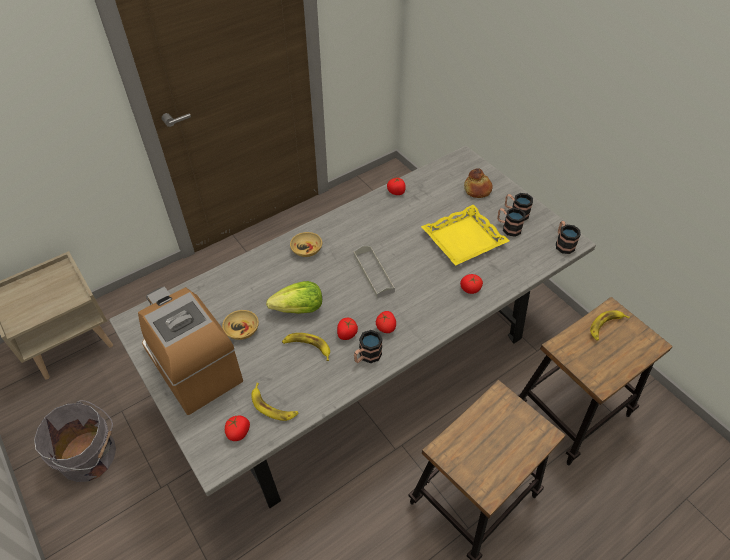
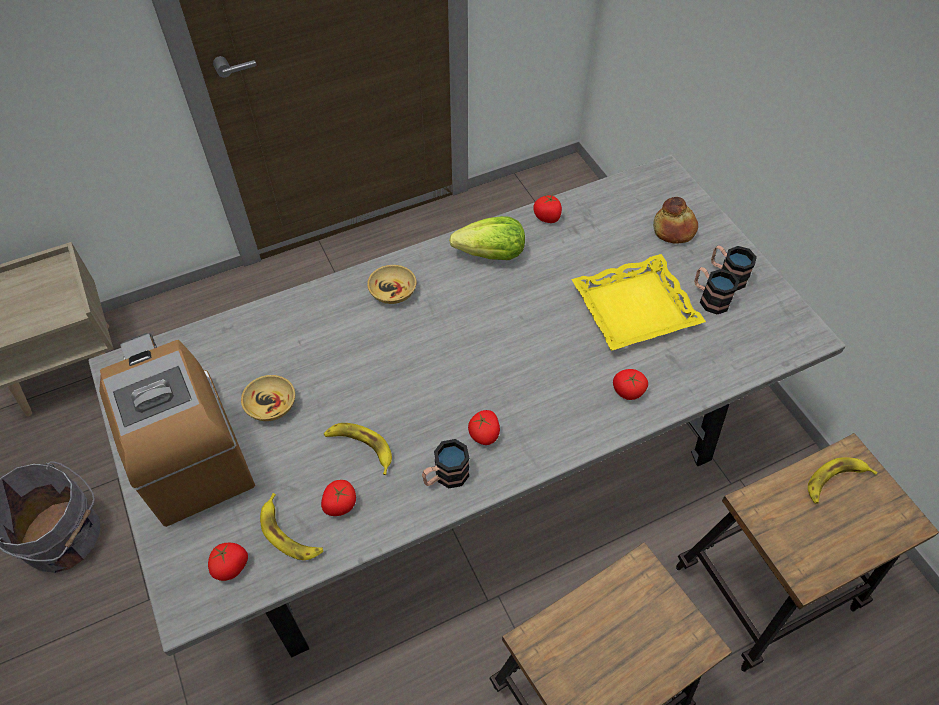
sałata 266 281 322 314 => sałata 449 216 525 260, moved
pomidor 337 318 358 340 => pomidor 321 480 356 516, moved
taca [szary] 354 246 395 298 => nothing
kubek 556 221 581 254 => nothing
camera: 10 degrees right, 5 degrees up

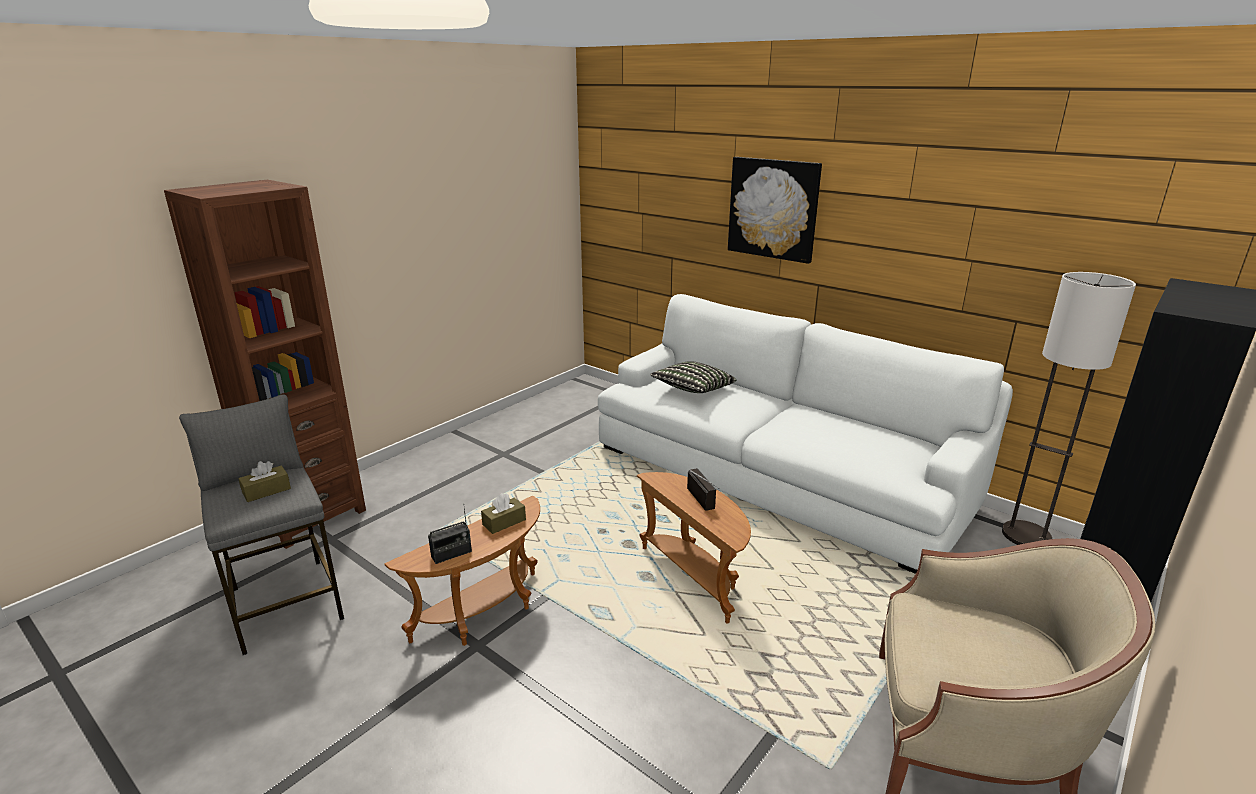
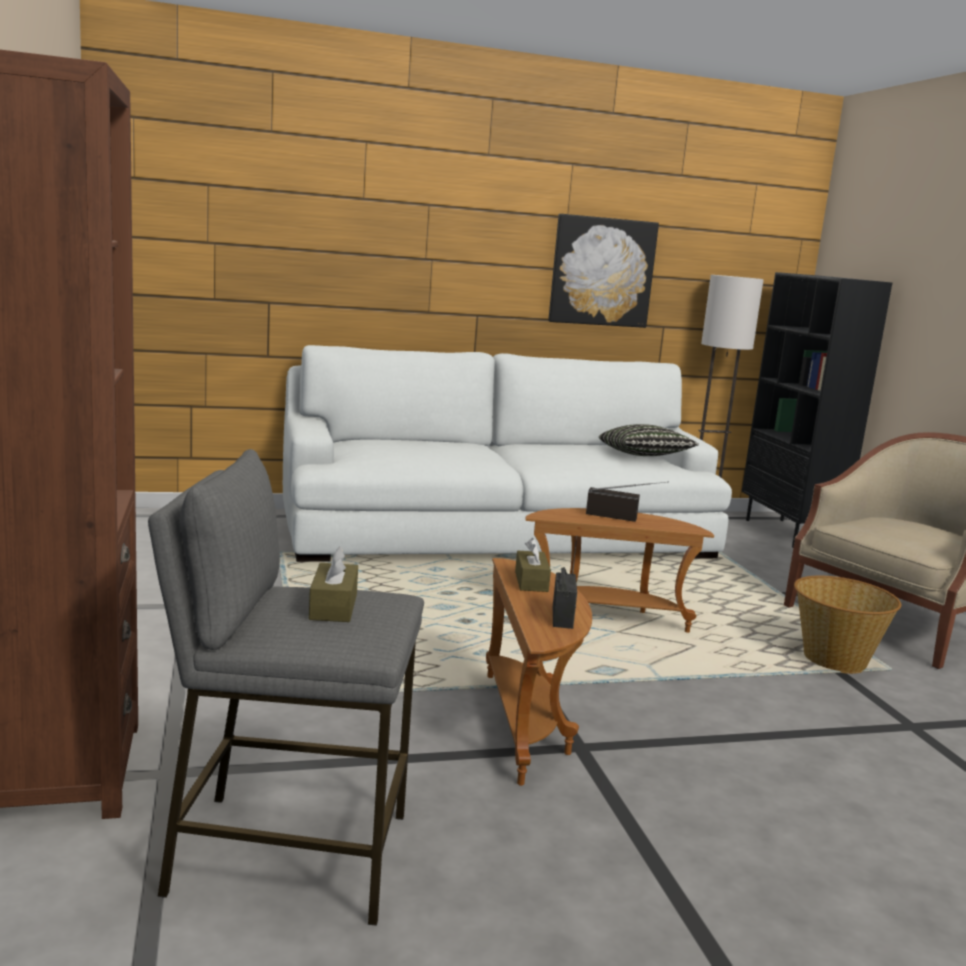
poduszka 650 361 737 393 => poduszka 599 424 699 456, moved
obraz 728 157 822 264 => obraz 548 214 659 328, moved
nothing => koszyk 794 575 901 674
camera: 55 degrees left, 10 degrees down

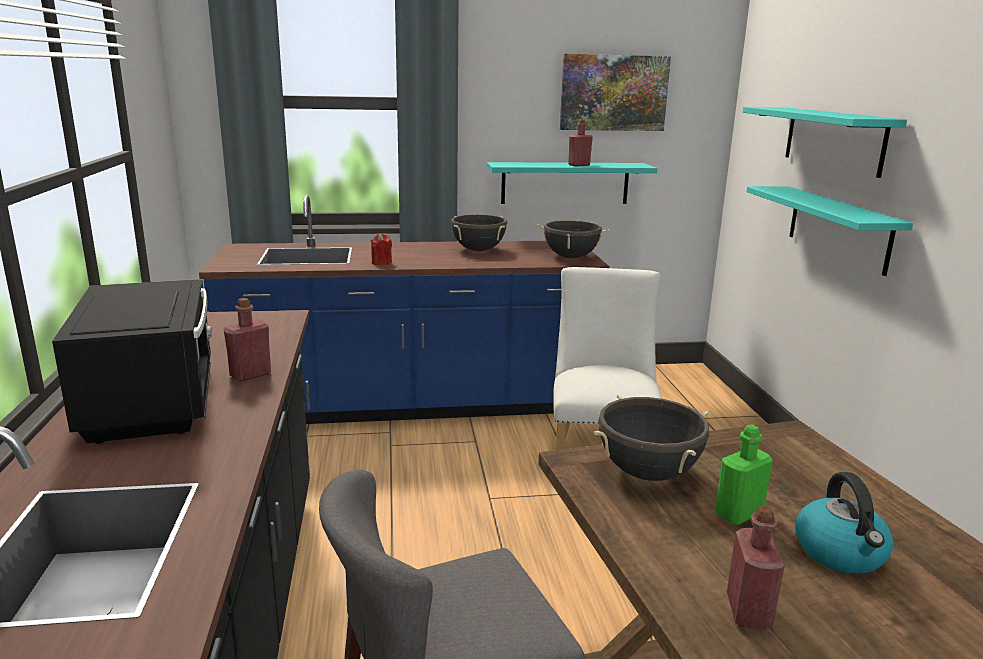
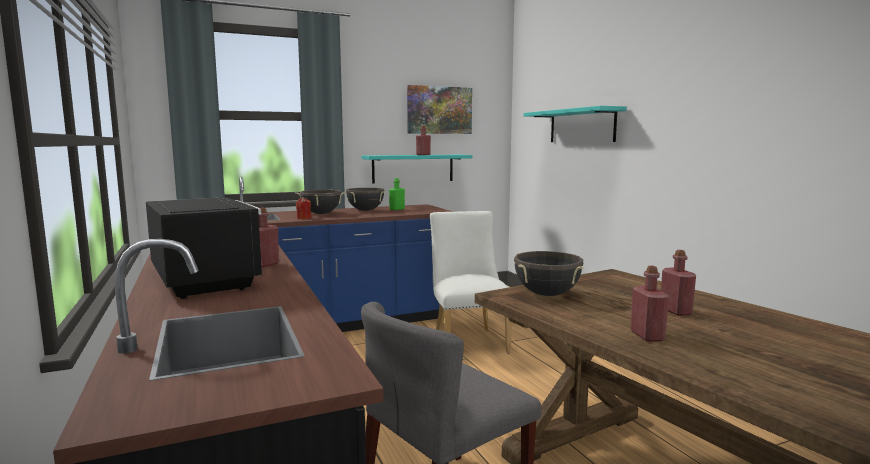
garnek [czarny] 537 220 609 258 => garnek [czarny] 295 190 346 214, moved
butelka [zielony] 715 425 773 525 => butelka [zielony] 389 178 405 210, moved
półka [turkusowy] 747 186 913 276 => nothing
czajnik 796 472 894 574 => butelka [czerwony] 661 250 696 316
camera: 15 degrees left, 10 degrees down

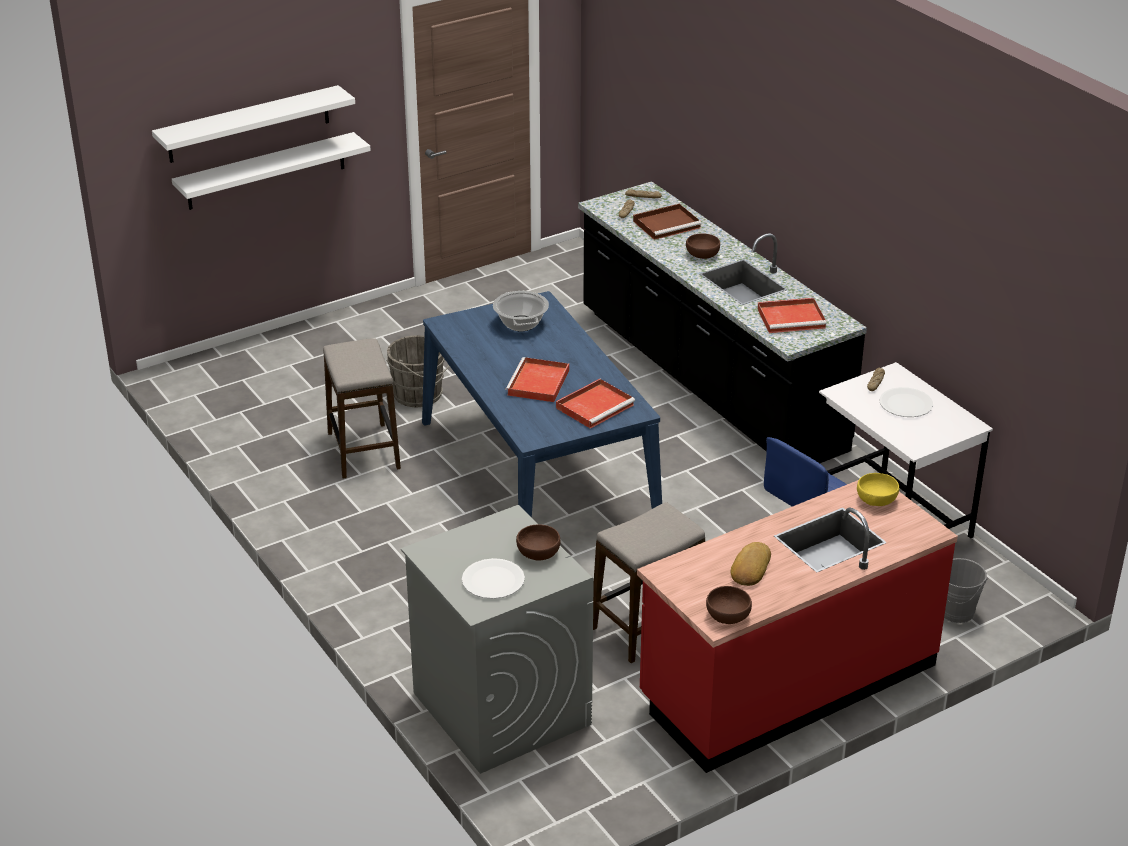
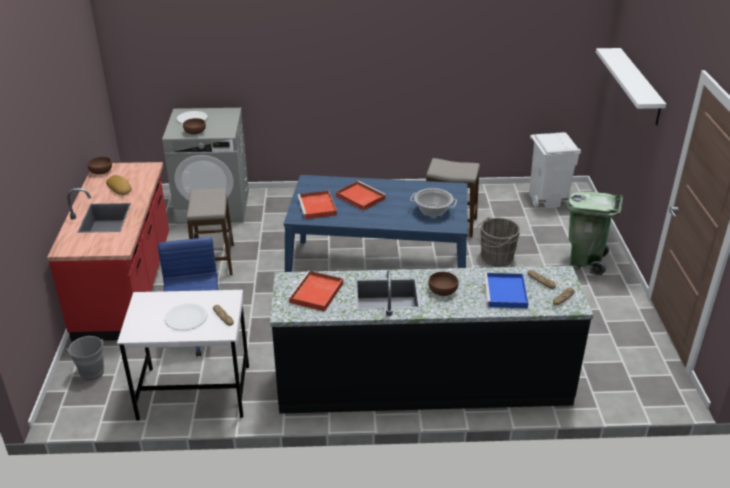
półka [biały] 172 132 371 210 => nothing
taca [brązowy] 633 204 701 240 => taca [niebieski] 484 273 529 308
miska [żółty] 857 473 899 506 => nothing
nothing => kosz na śmieci [biały] 529 132 581 208
nothing => kosz na śmieci [zielony] 567 192 623 276
camera: 120 degrees right, 0 degrees up

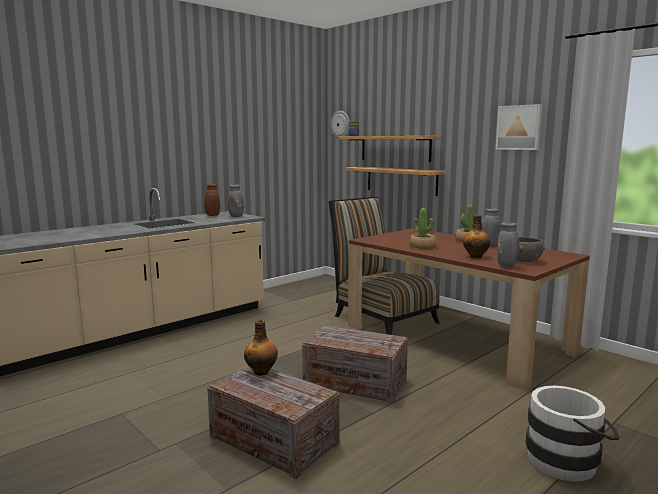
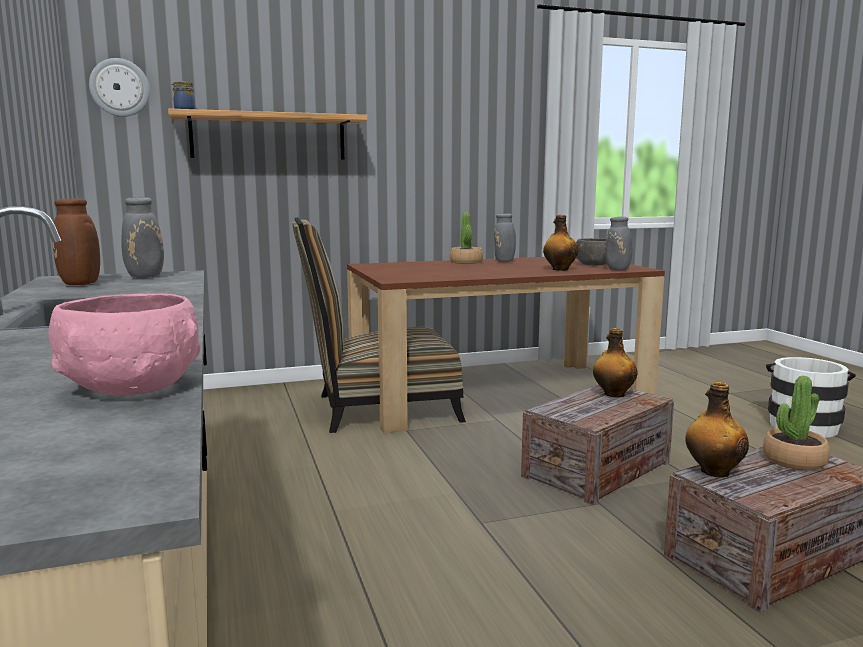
półka 345 167 447 196 => nothing
roślina doniczkowa 410 208 436 249 => roślina doniczkowa 763 376 830 470, moved
obraz 496 104 542 150 => nothing
nothing => miska [różowy] 48 293 200 395
nothing => butelka 593 328 637 398
camera: 65 degrees left, 0 degrees up

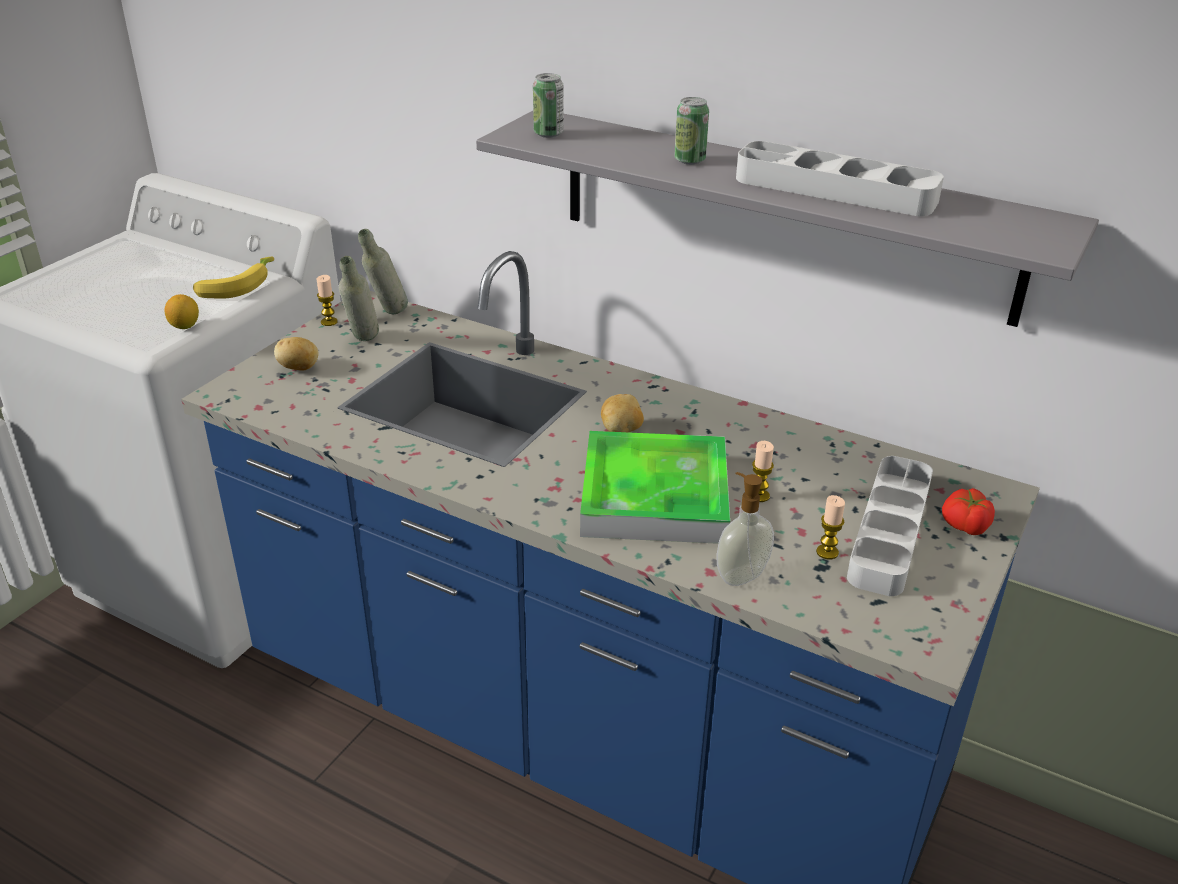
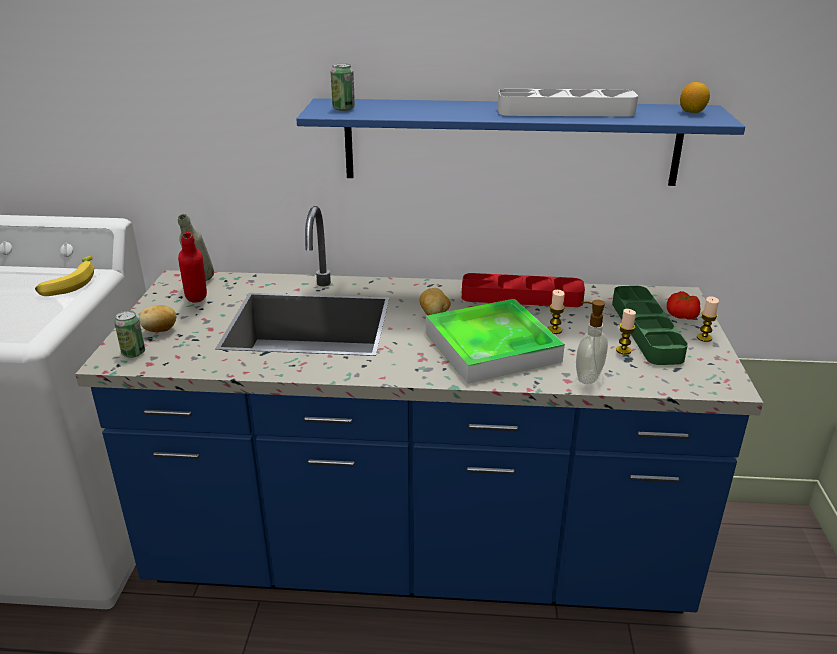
cytryna 165 294 199 329 => cytryna 680 82 710 113, moved
świeca 317 275 338 326 => świeca 697 296 719 342, moved
butelka [szary] 339 256 379 341 => butelka [czerwony] 178 232 207 303
półka [szary] 476 111 1099 327 => półka [niebieski] 296 98 745 186
puszka 674 97 709 165 => puszka 114 311 145 358, moved
taca [szary] 847 456 933 596 => taca [zielony] 612 286 688 365
nothing => taca [czerwony] 462 273 585 307
camera: 25 degrees left, 5 degrees down

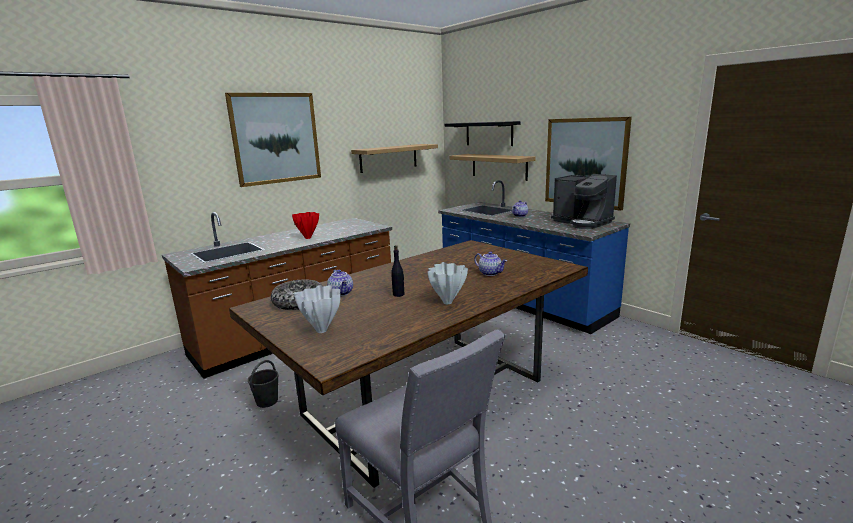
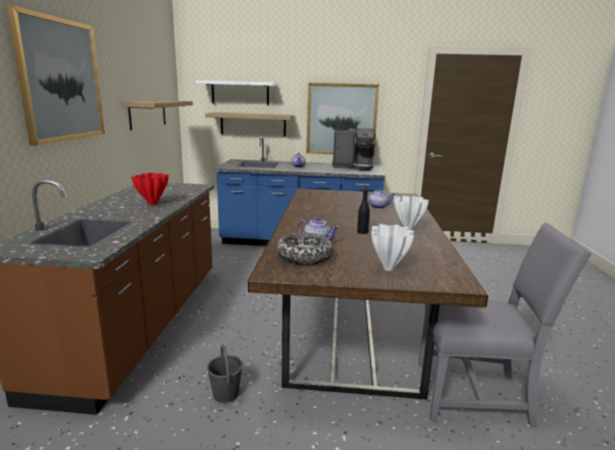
półka [czarny] 445 121 521 146 => półka [biały] 196 80 277 105
camera: 45 degrees left, 0 degrees up

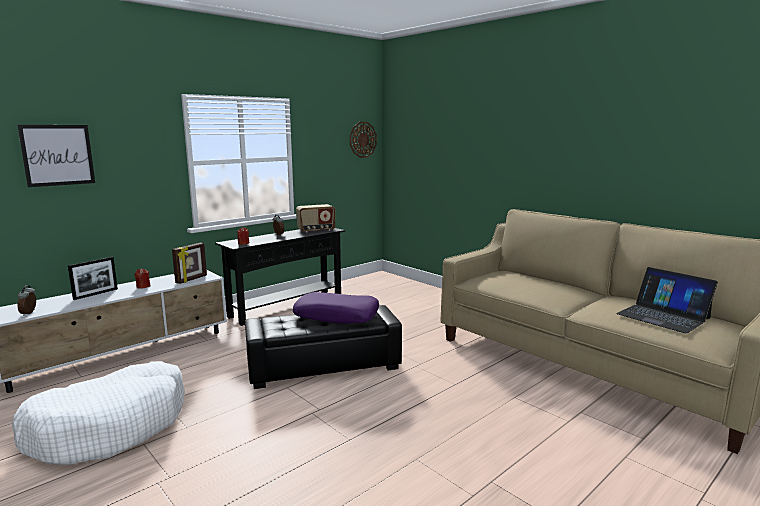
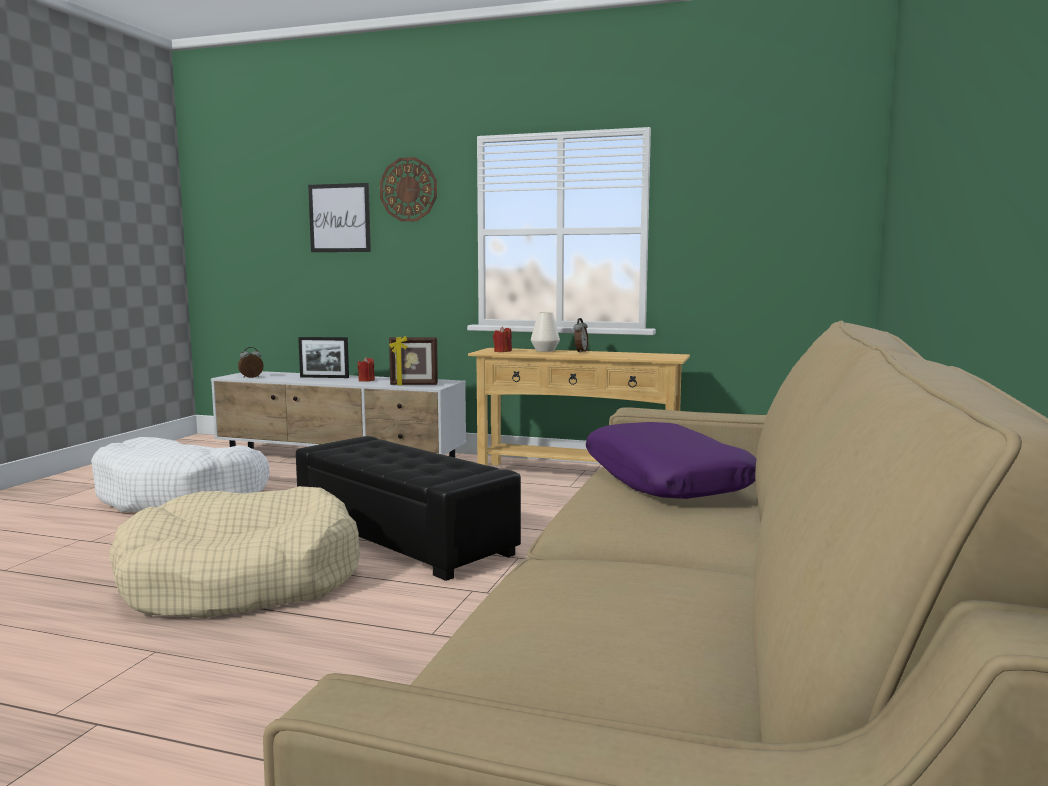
stolik konsolowy [czarny] 215 228 345 326 => stolik konsolowy [beżowy] 468 348 690 466
poduszka [fioletowy] 293 292 379 324 => poduszka [fioletowy] 586 422 757 499, moved
radio 296 204 335 233 => nothing
zegar ścienny 350 122 377 158 => zegar ścienny 380 157 437 222, moved
laptop 616 267 718 334 => nothing
nothing => legowisko [beżowy] 109 486 360 619
nothing => wazon [biały] 531 312 560 352
camera: 60 degrees right, 5 degrees down

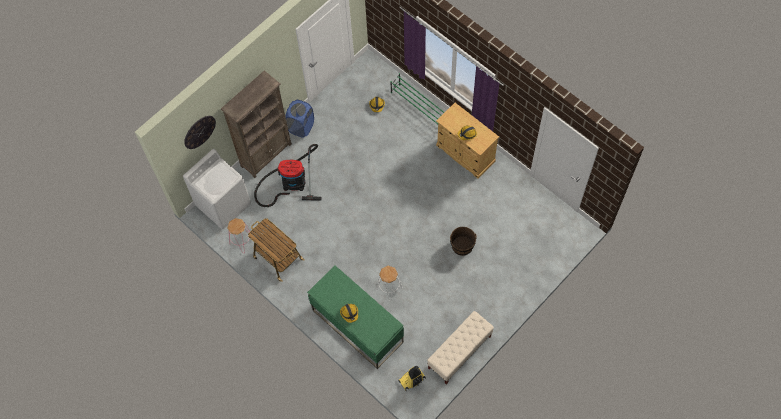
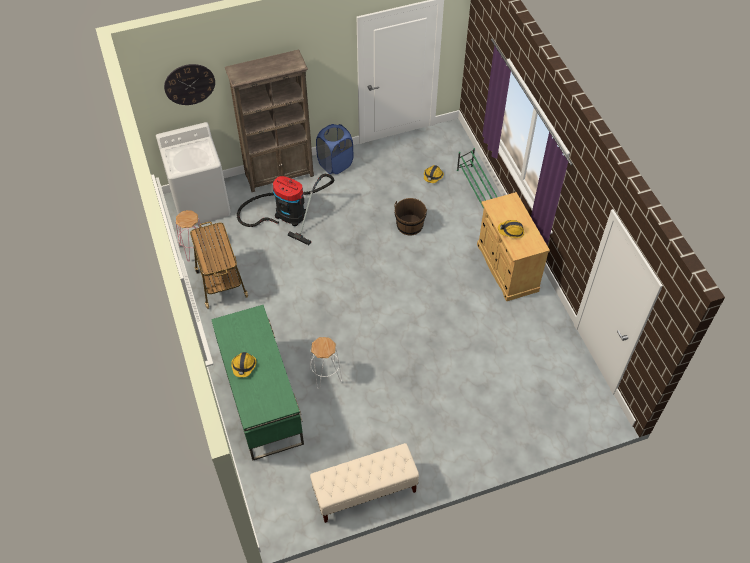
odkurzacz 398 366 426 391 => nothing
wiadro [brązowy] 450 227 477 256 => wiadro [brązowy] 394 198 427 236, moved
camera: 25 degrees right, 10 degrees down

